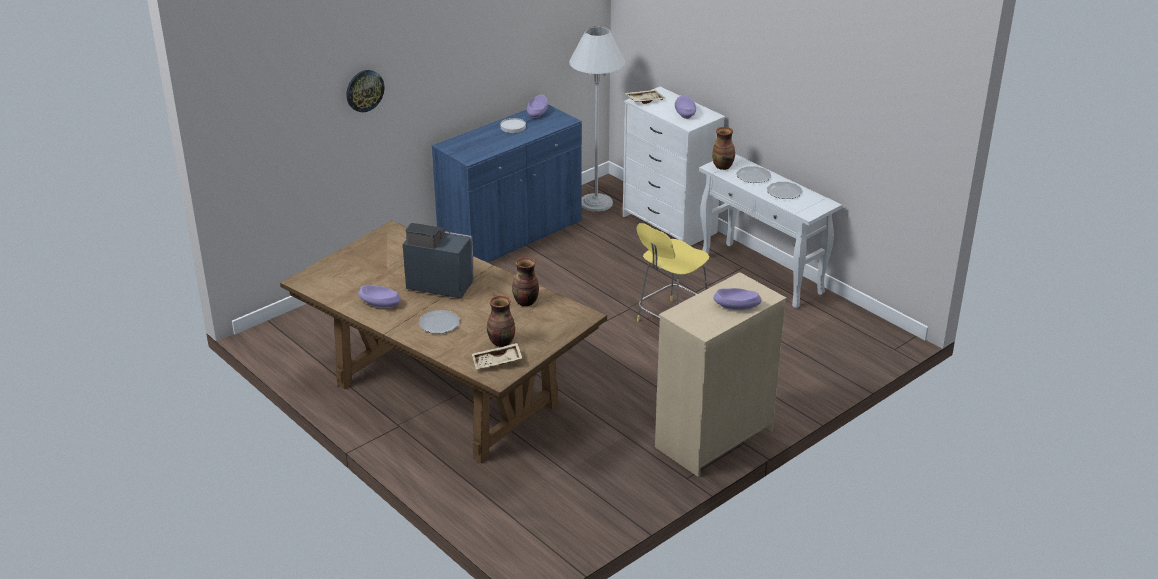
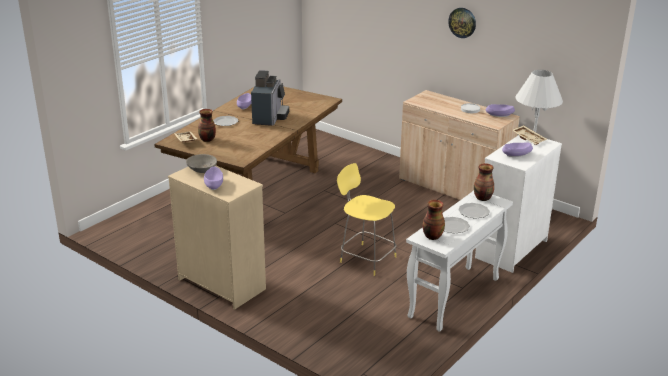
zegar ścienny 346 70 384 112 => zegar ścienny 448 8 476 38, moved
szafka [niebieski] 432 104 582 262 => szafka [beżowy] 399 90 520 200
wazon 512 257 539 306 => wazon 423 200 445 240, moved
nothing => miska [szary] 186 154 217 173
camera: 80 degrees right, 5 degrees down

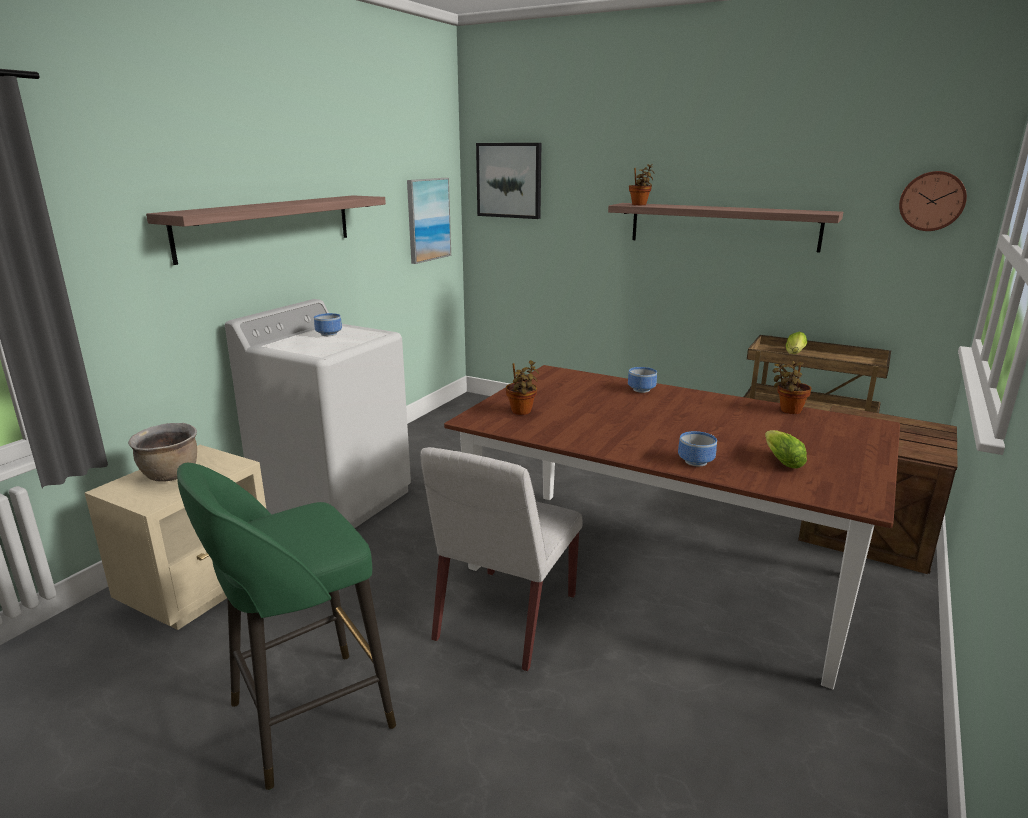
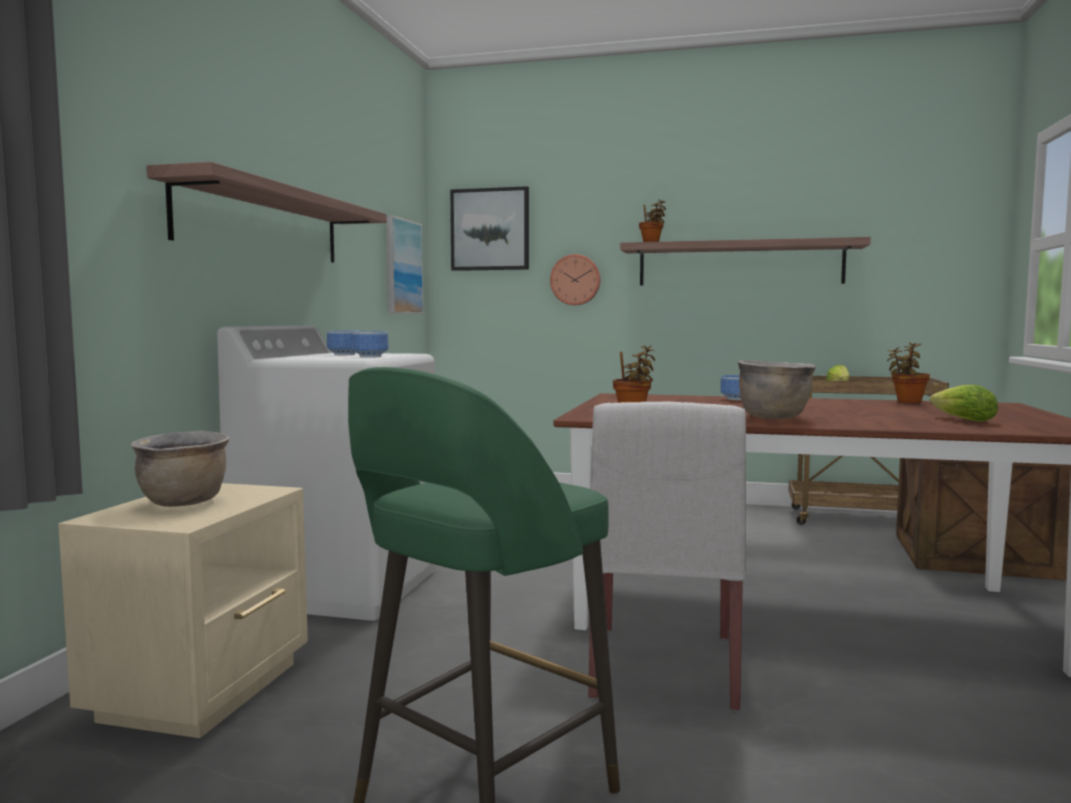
miska 678 431 717 466 => miska 352 331 389 358, moved
zegar ścienny 899 171 967 231 => zegar ścienny 550 254 601 305, moved
nothing => garnek [brązowy] 738 360 816 419
camera: 15 degrees left, 15 degrees down

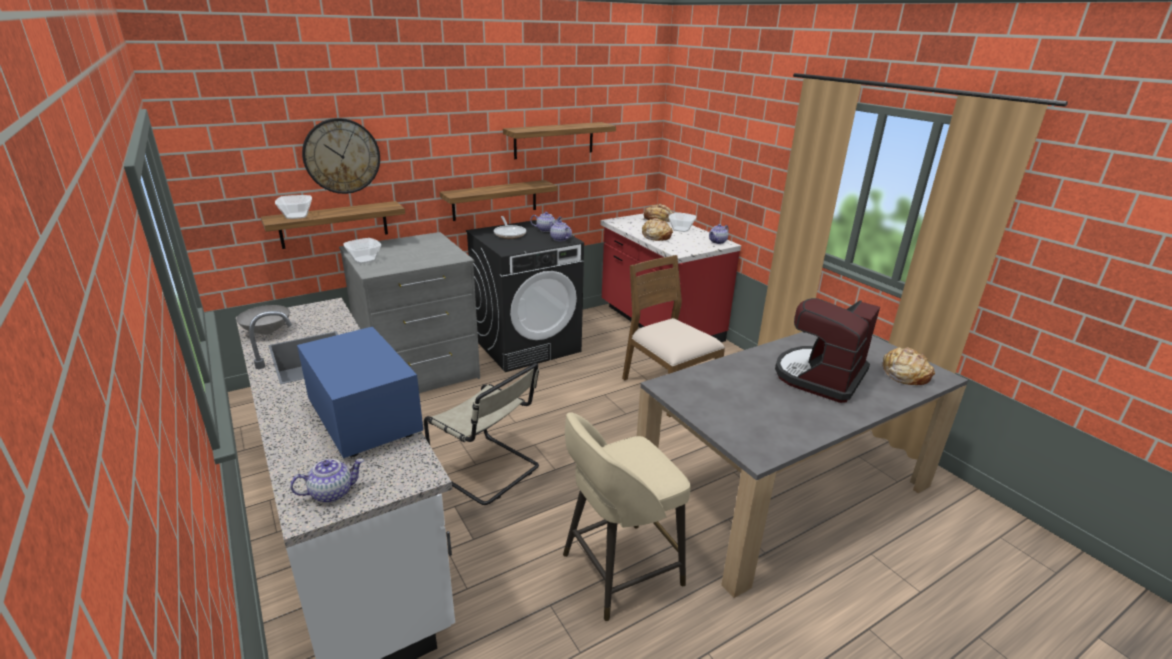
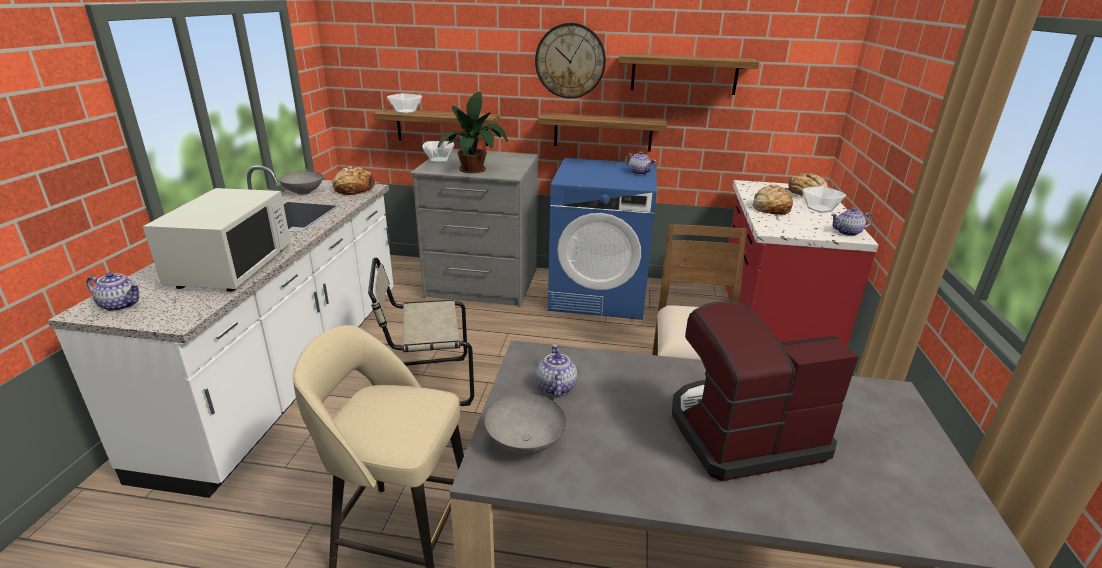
mikrofalówka [niebieski] 297 326 423 459 => mikrofalówka [biały] 143 188 291 292
zegar ścienny 302 118 380 194 => zegar ścienny 535 23 606 99, moved
krzesło [beżowy] 424 363 539 505 => krzesło [beżowy] 368 258 474 406, 90 degrees clockwise
pralka [czarny] 466 220 584 372 => pralka [niebieski] 548 158 657 320
patelnia 494 216 526 239 => nothing
imbryk 550 220 572 241 => imbryk 536 344 577 398, moved
chleb 881 347 935 385 => chleb 332 166 379 195, moved
nothing => roślina doniczkowa 438 91 508 173
nothing => miska [szary] 485 394 567 455
camera: 40 degrees right, 0 degrees up

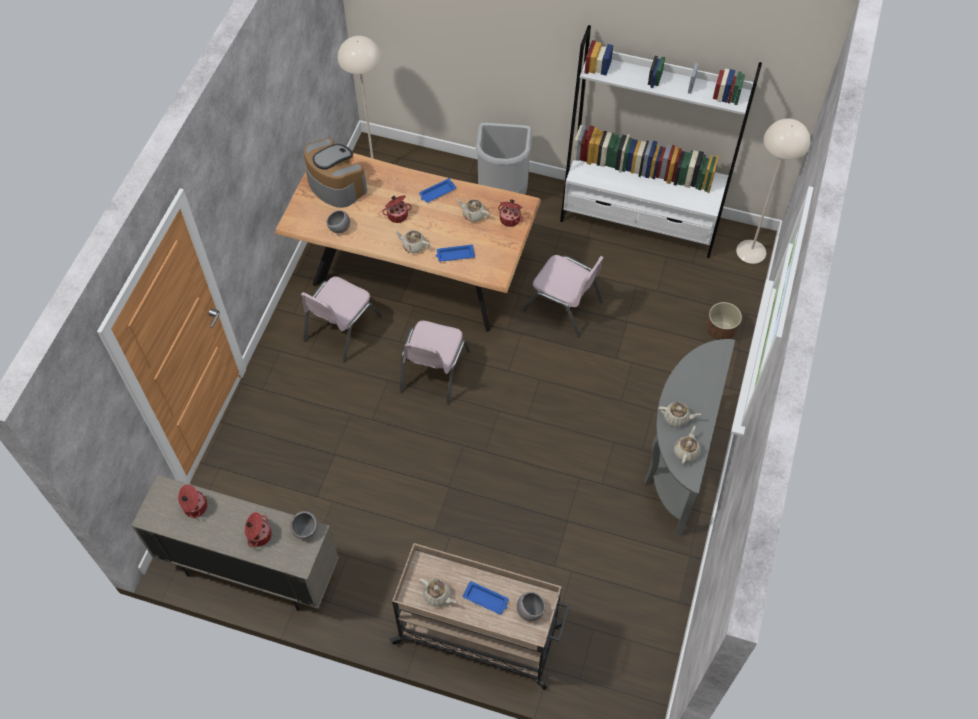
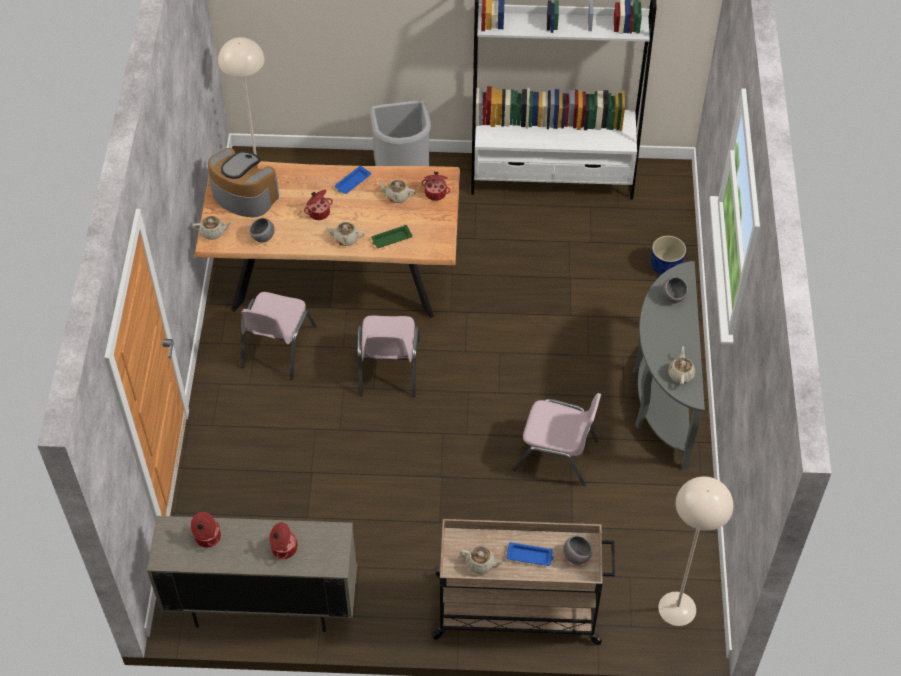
miska [szary] 290 511 318 539 => miska [szary] 662 277 688 303, moved
taca [niebieski] 436 244 475 262 => taca [zielony] 371 225 412 248
krzesło [różowy] 523 255 604 336 => krzesło [różowy] 513 393 601 486, moved
imbryk [beżowy] 658 402 701 427 => imbryk [beżowy] 193 216 232 240, moved
donica [brązowy] 707 302 742 340 => donica [niebieski] 651 236 686 275
lampa stojąca [beżowy] 736 119 810 264 => lampa stojąca [beżowy] 658 476 733 626, moved
camera: 15 degrees left, 5 degrees down

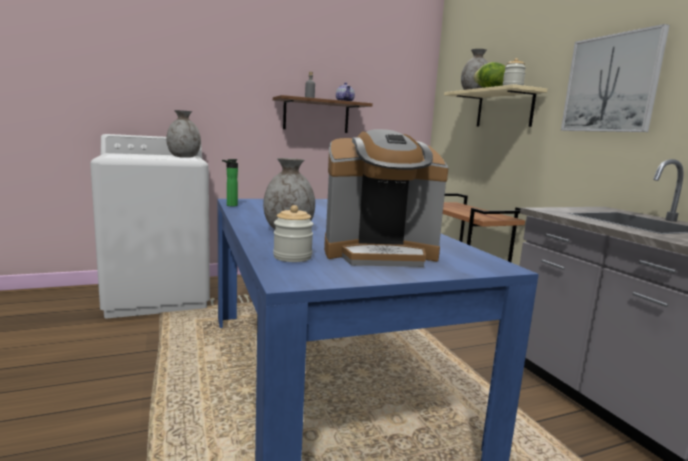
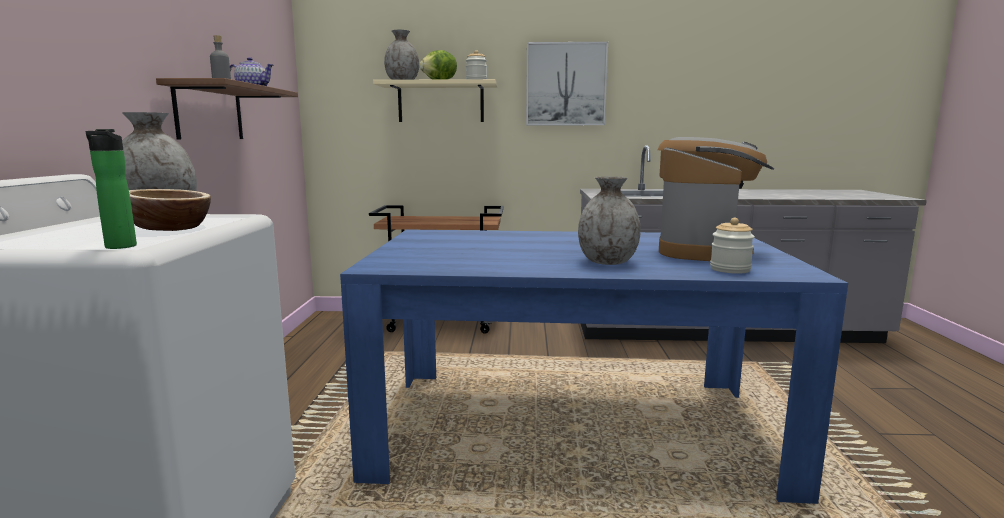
butelka 222 159 238 207 => butelka 85 129 137 249, moved
nothing => miska 129 189 211 231
camera: 65 degrees left, 0 degrees up

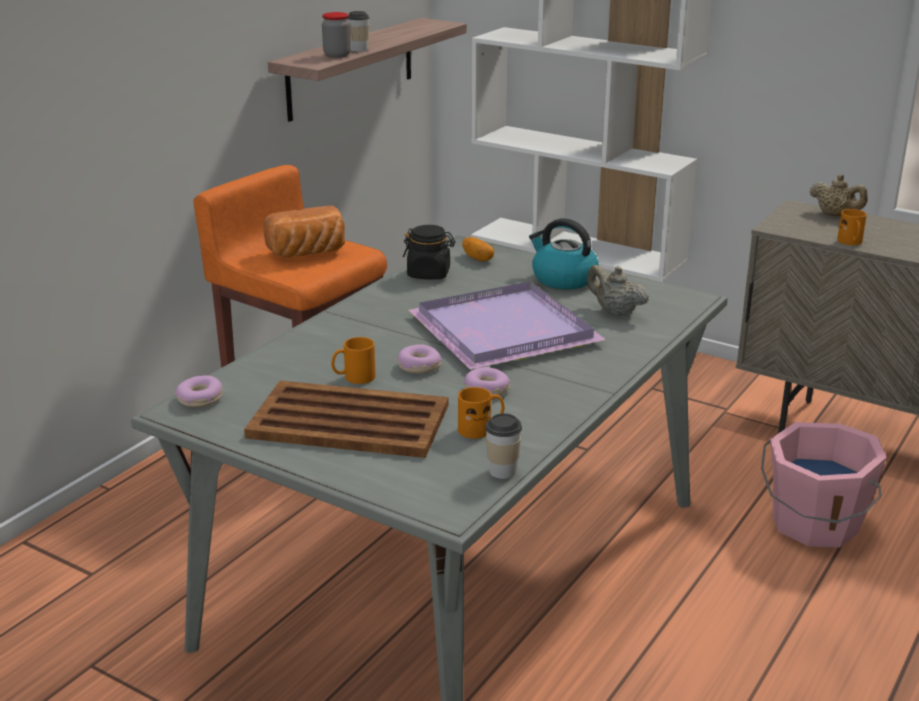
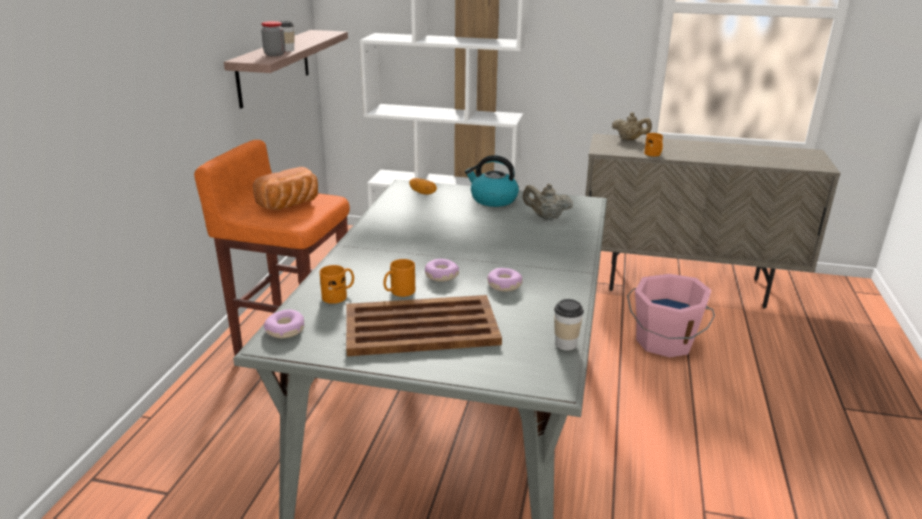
słoik [czarny] 403 225 455 279 => nothing
taca [fioletowy] 408 281 606 370 => nothing
kubek [pomarańczowy] 458 387 504 439 => kubek [pomarańczowy] 320 265 354 304, moved
camera: 20 degrees left, 0 degrees up

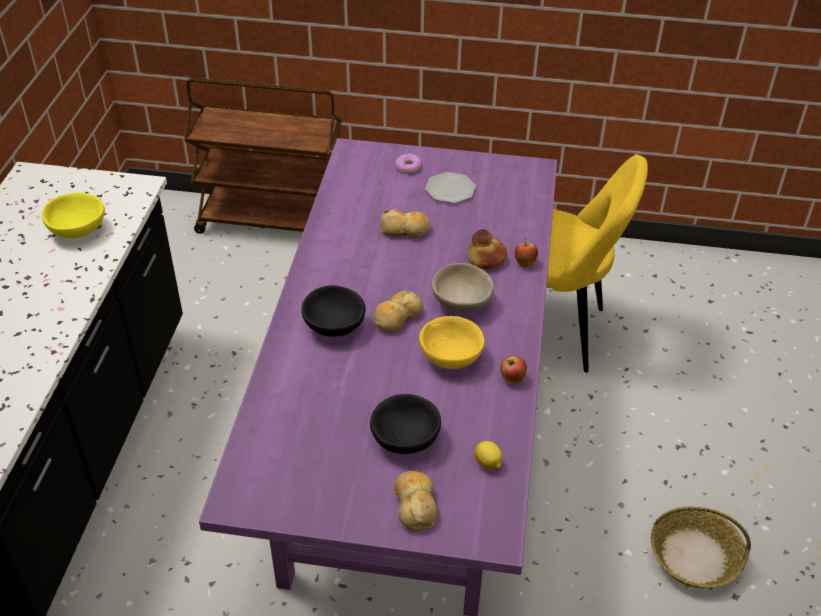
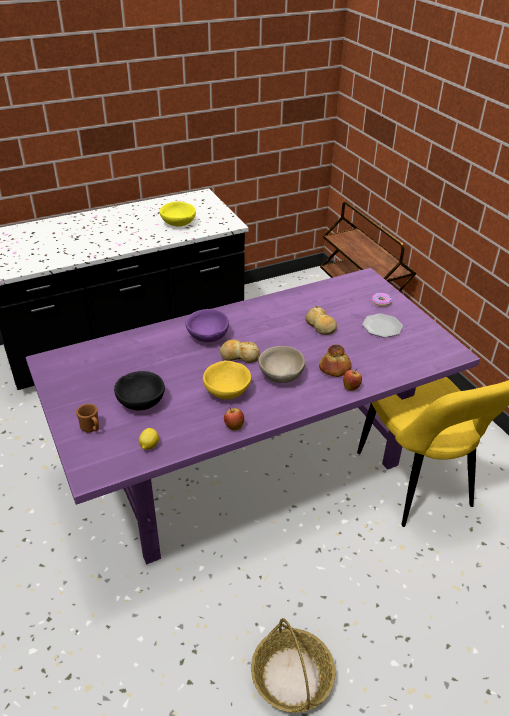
miska [czarny] 301 285 366 336 => miska [fioletowy] 186 309 229 342
chleb 394 471 437 531 => kubek [brązowy] 76 404 99 433
camera: 55 degrees right, 5 degrees down

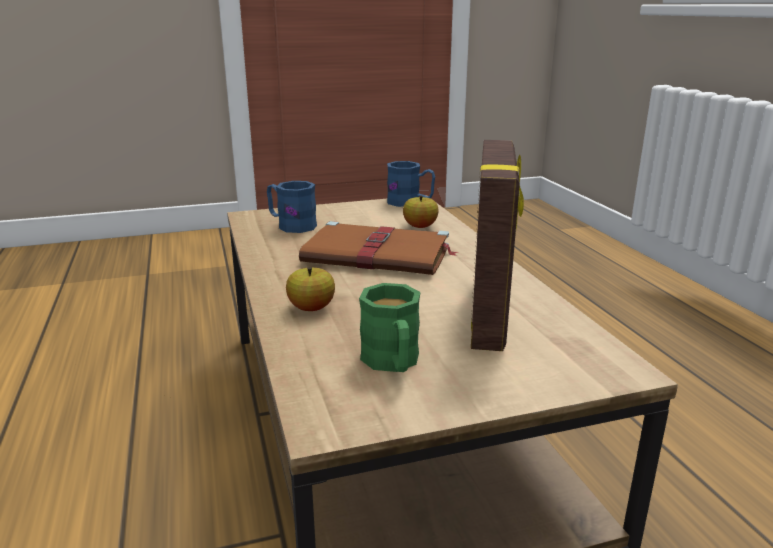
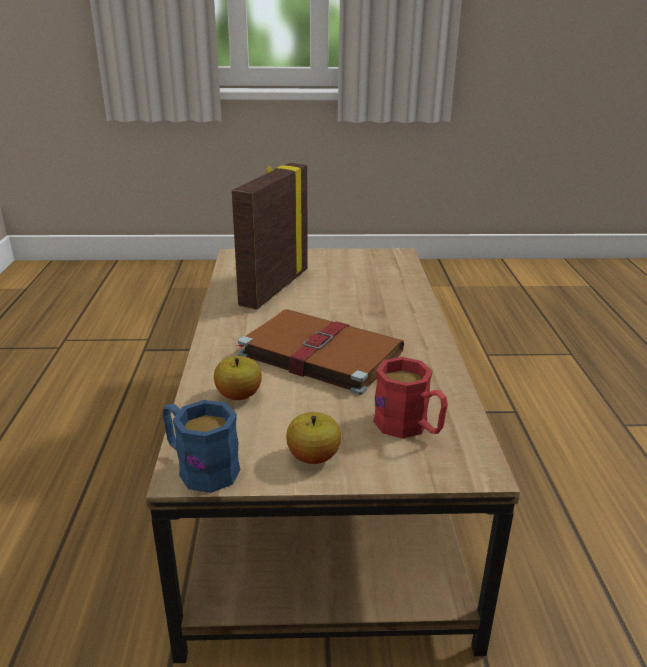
kubek [niebieski] 267 181 317 233 => kubek [czerwony] 373 357 448 439
jabłko 286 267 335 311 => jabłko 286 412 341 464, moved
kubek [zielony] 359 283 420 372 => nothing
camera: 165 degrees left, 5 degrees up

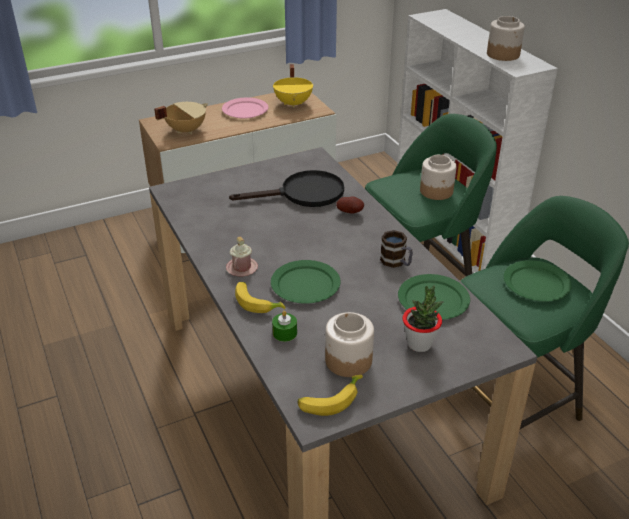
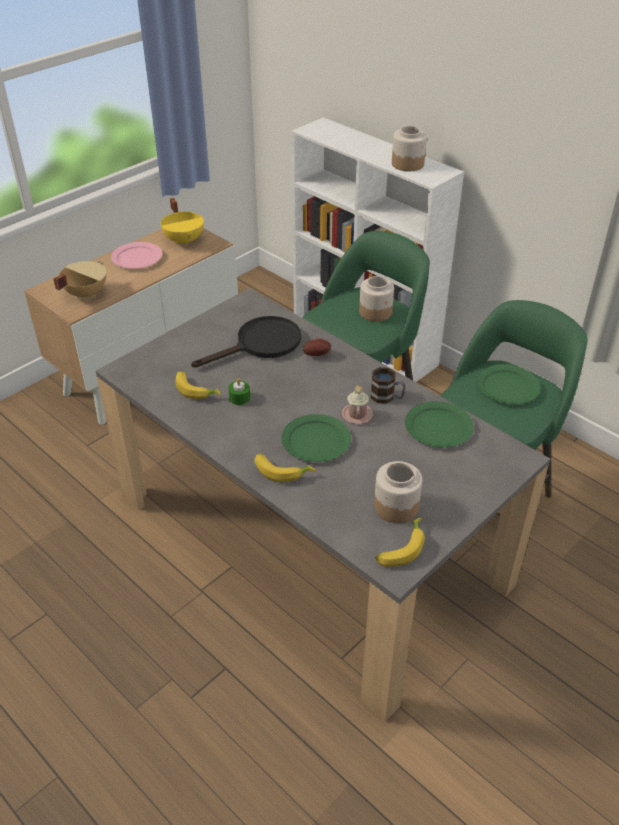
kubek [różowy] 226 237 258 276 => kubek [różowy] 342 385 373 424, moved
świeca [zielony] 272 311 297 342 => świeca [zielony] 228 378 250 405, moved
roślina doniczkowa 402 285 443 352 => nothing
nothing => banan 176 371 220 399
camera: 20 degrees left, 5 degrees up

